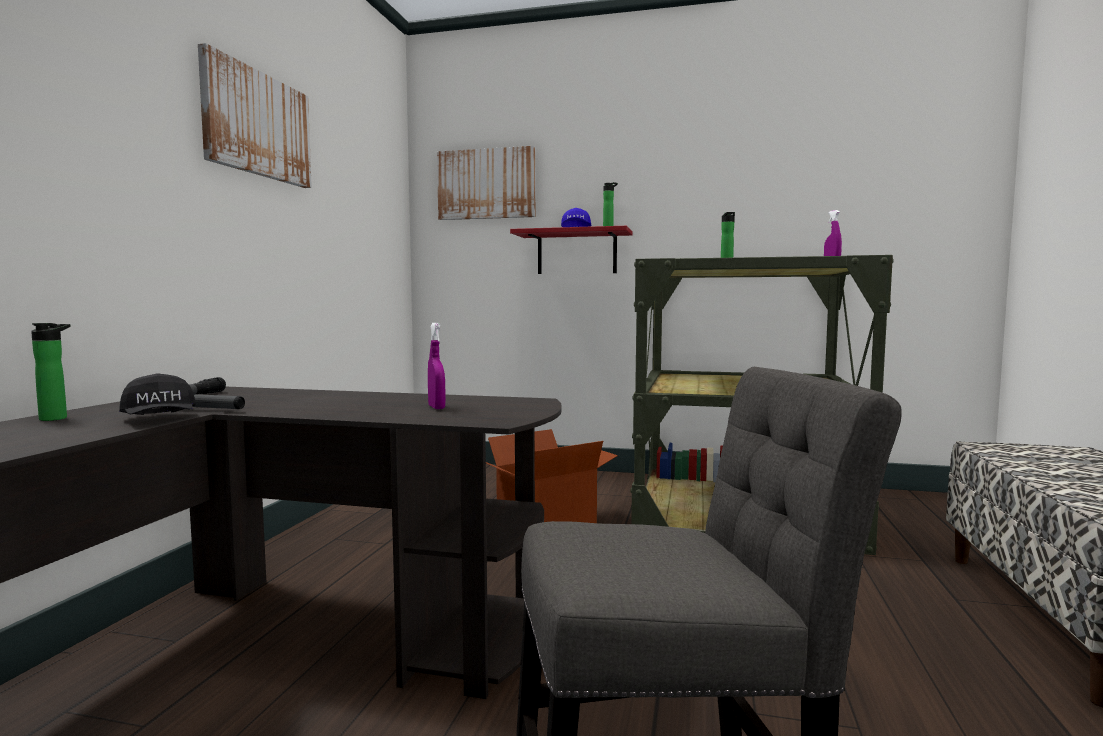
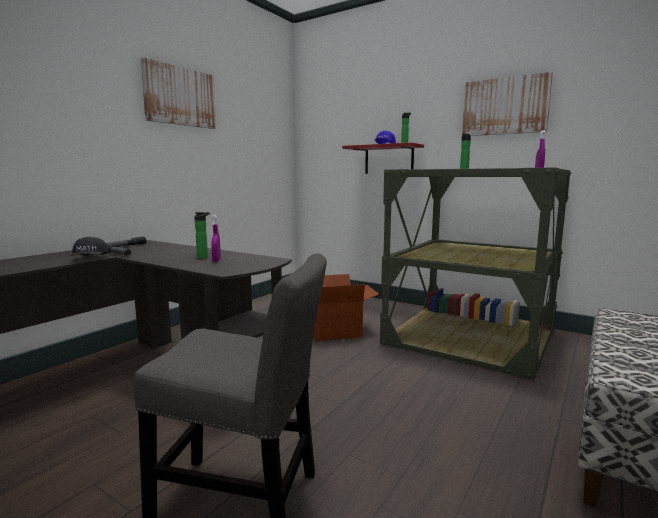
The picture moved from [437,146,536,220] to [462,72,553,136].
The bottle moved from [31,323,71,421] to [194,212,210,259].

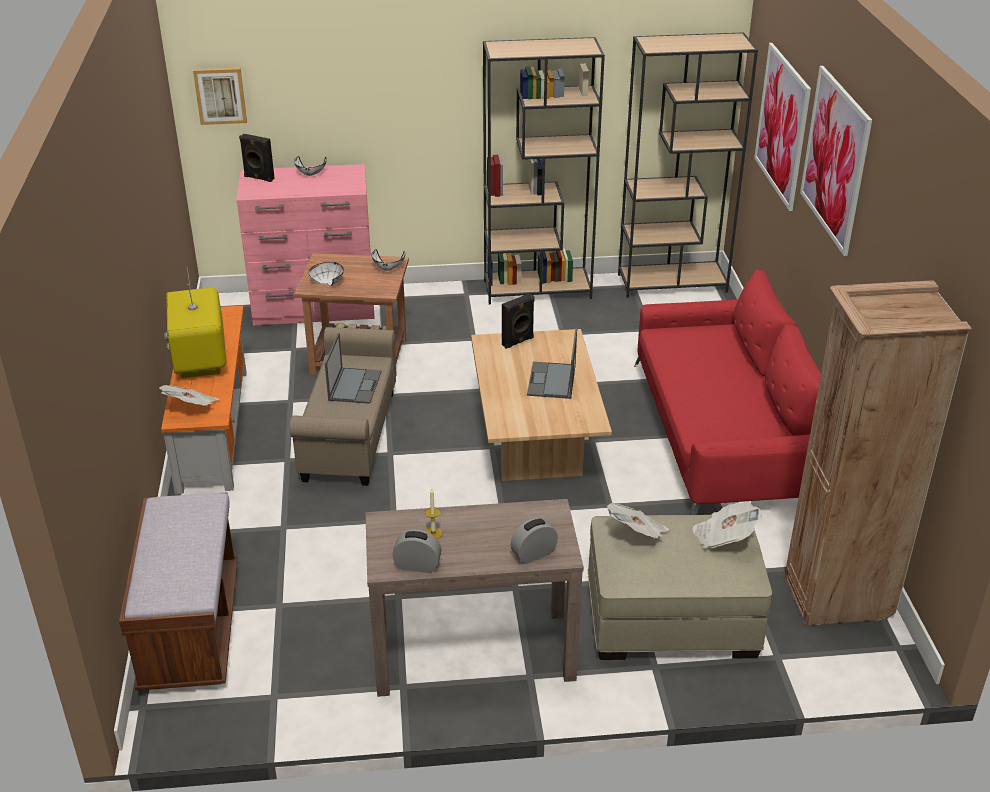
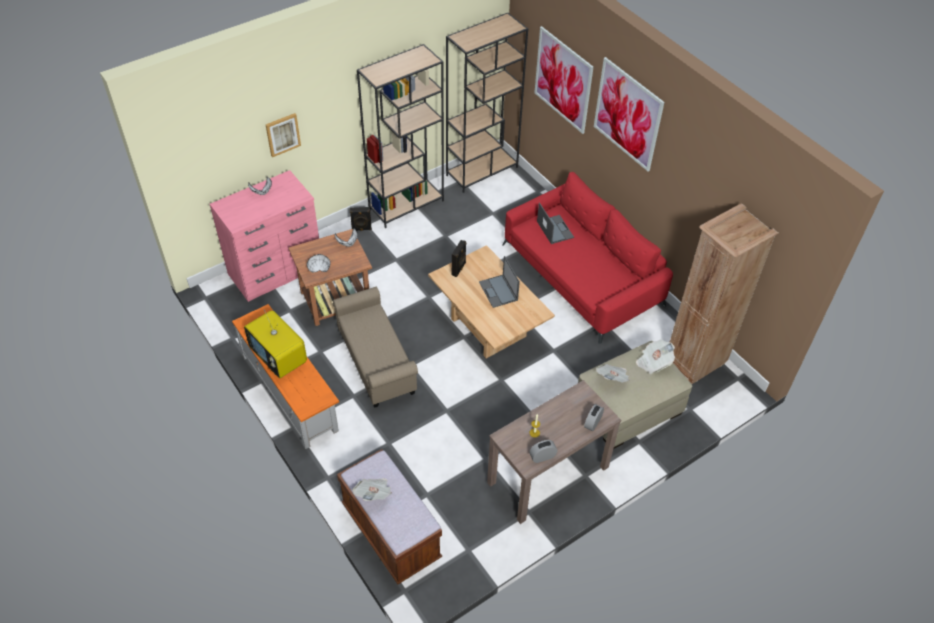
The picture moved from [193,68,247,125] to [266,113,301,157].
The black_speaker moved from [239,134,275,182] to [350,207,372,231].
The laptop moved from [325,333,382,404] to [537,202,574,244].
The newspaper moved from [159,385,219,406] to [353,478,392,501].

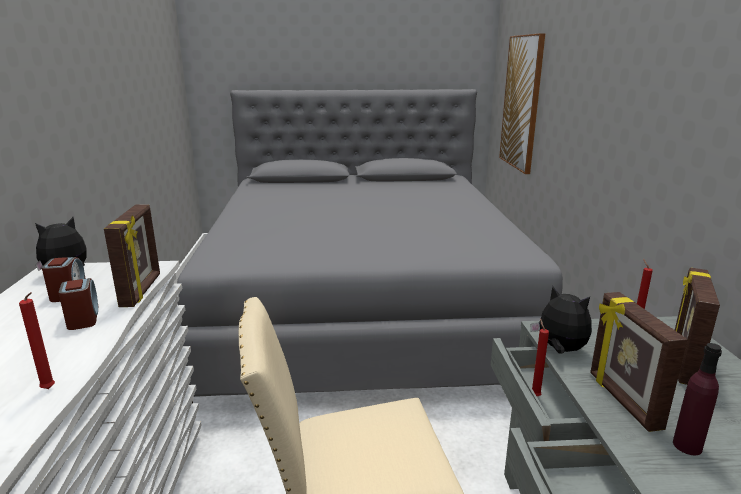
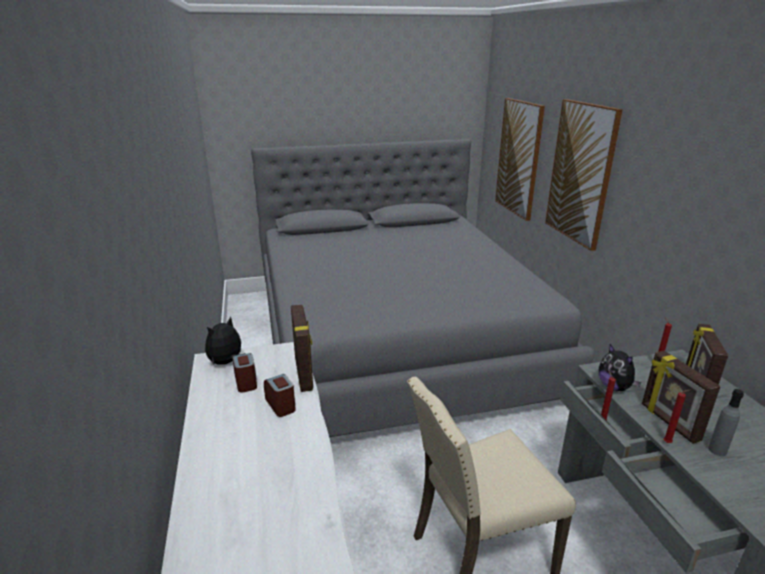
The plush_toy at [530,286,592,354] turned 150 degrees counterclockwise.
The red_candle moved from [19,292,55,389] to [664,389,692,443].
The purple_bottle at [673,343,722,455] became the grey_bottle at [708,389,744,456].
The picture at [545,99,623,251] appeared.

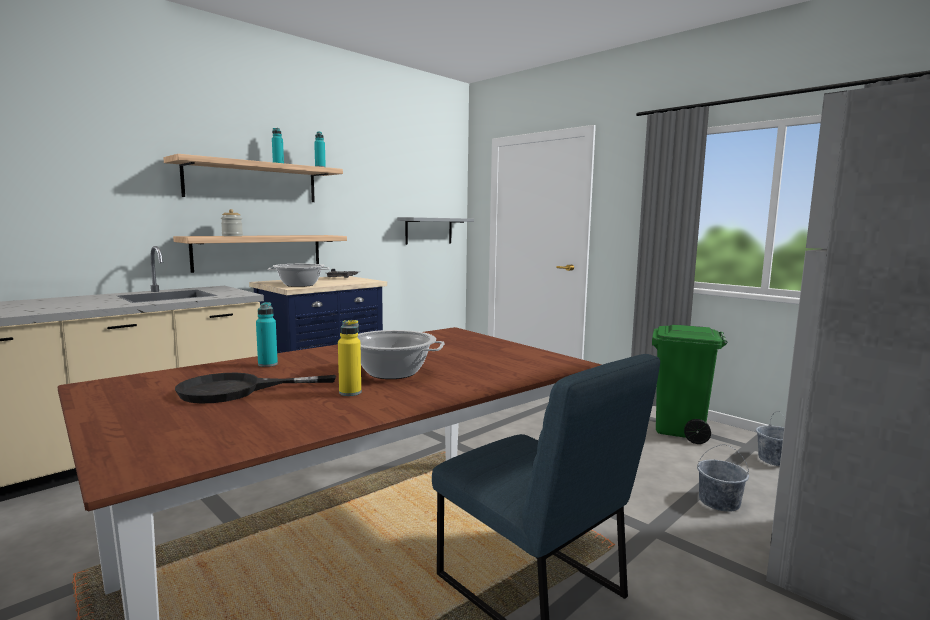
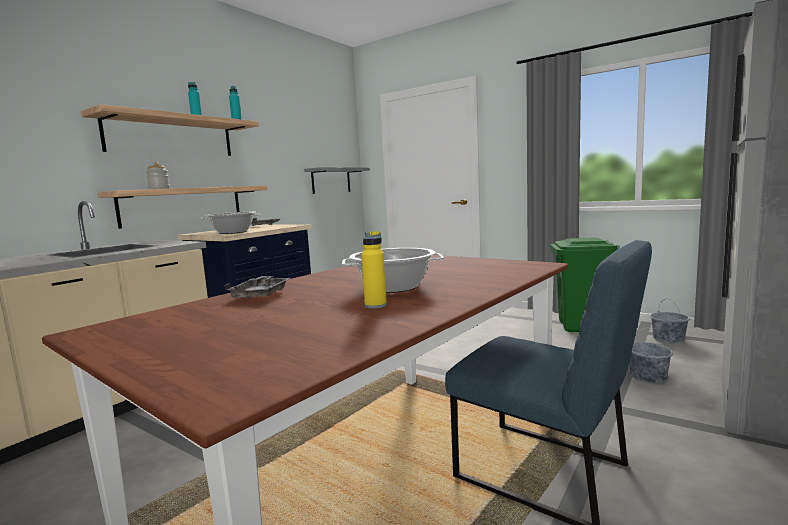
The turquoise_bottle at [256,302,278,367] was replaced by the grey_tray at [224,276,290,299].
The black_frying_pan at [175,373,336,404] disappeared.

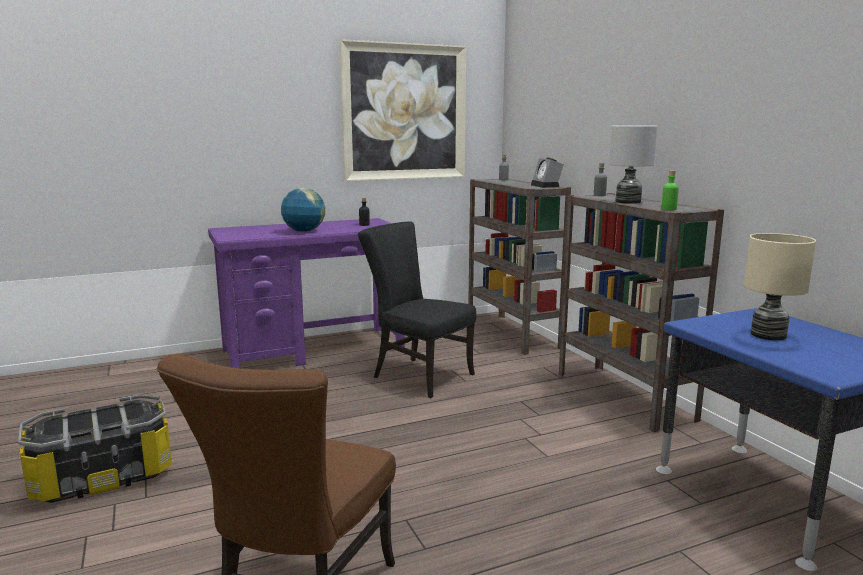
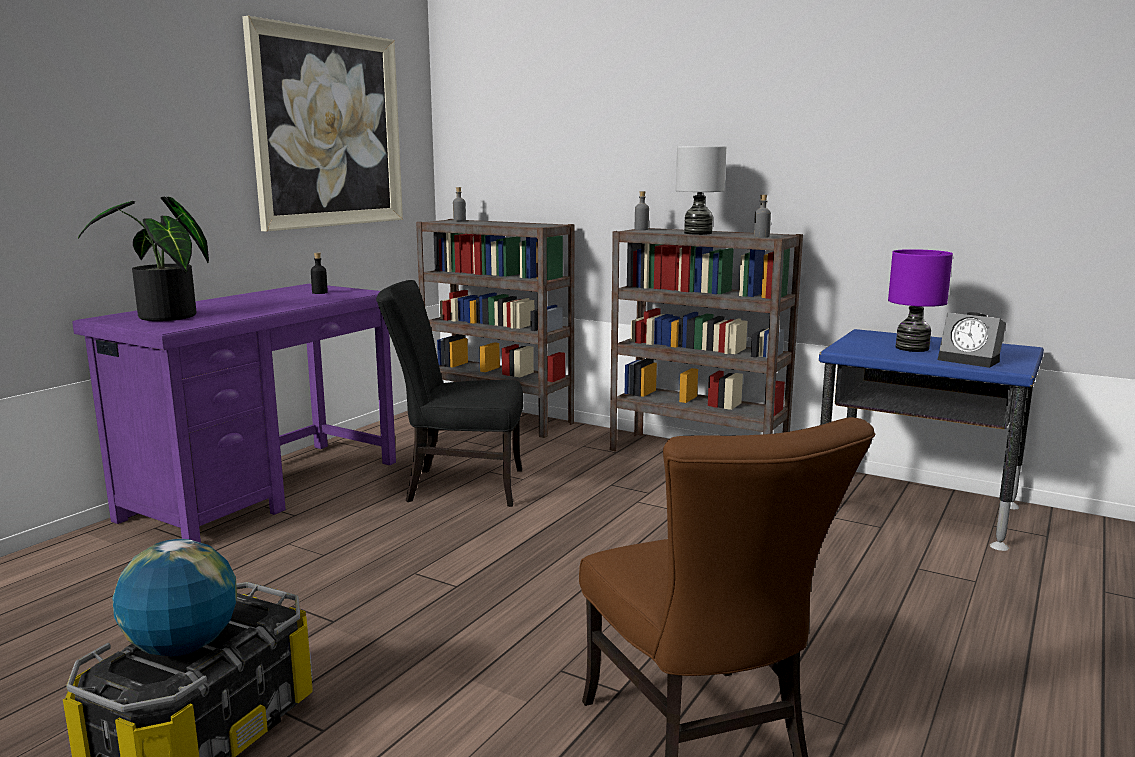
The alarm_clock moved from [531,157,564,188] to [938,312,1006,368].
The green_bottle at [661,170,679,210] became the grey_bottle at [754,195,771,238].
The globe moved from [281,188,325,232] to [112,539,237,657].
The beige_table_lamp at [744,233,816,340] became the purple_table_lamp at [888,249,953,352].
The potted_plant at [78,197,209,321] appeared.

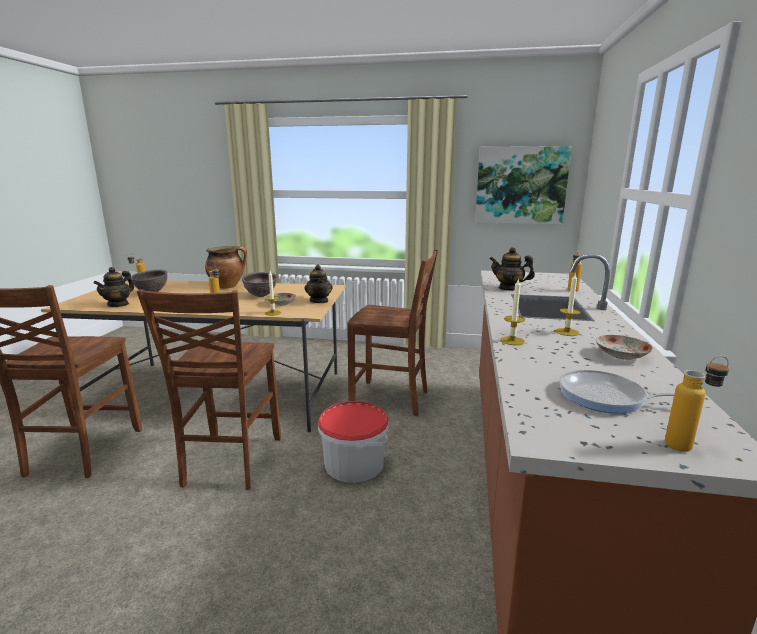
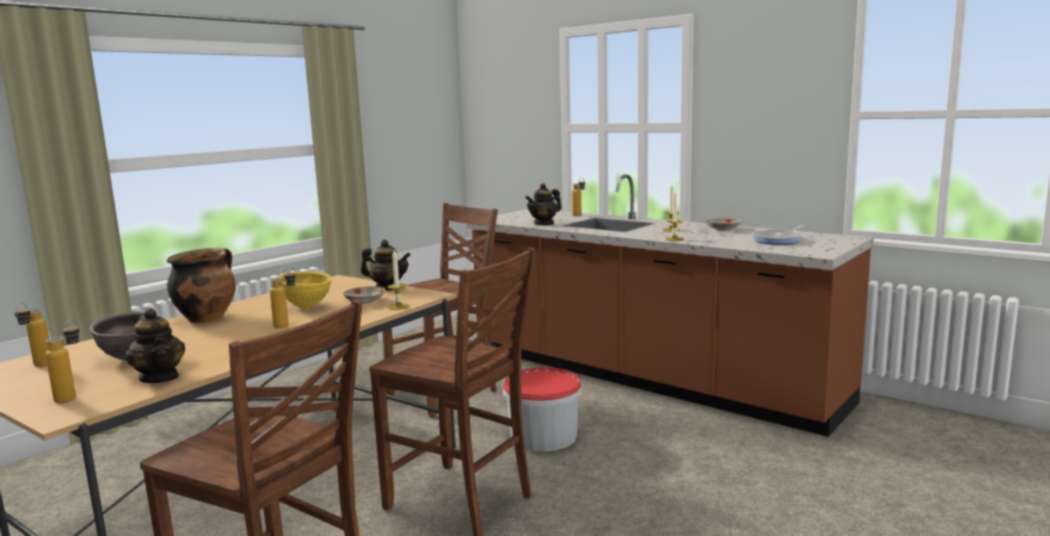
The picture at [475,146,572,224] disappeared.
The brown_bowl at [242,272,278,297] became the yellow_bowl at [277,271,332,309].
The bottle moved from [665,356,729,452] to [45,320,80,403].

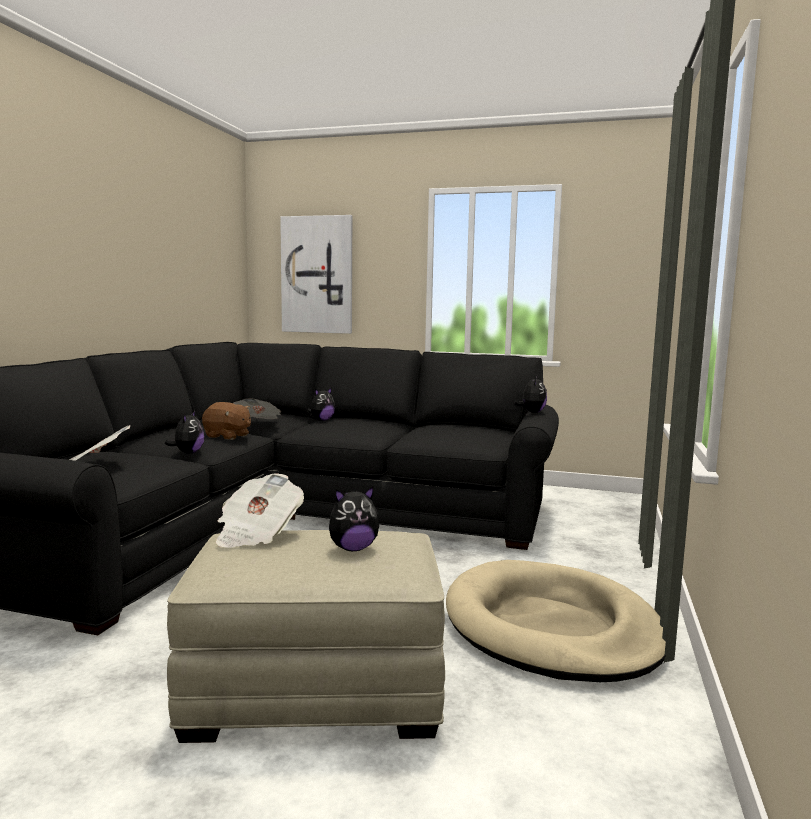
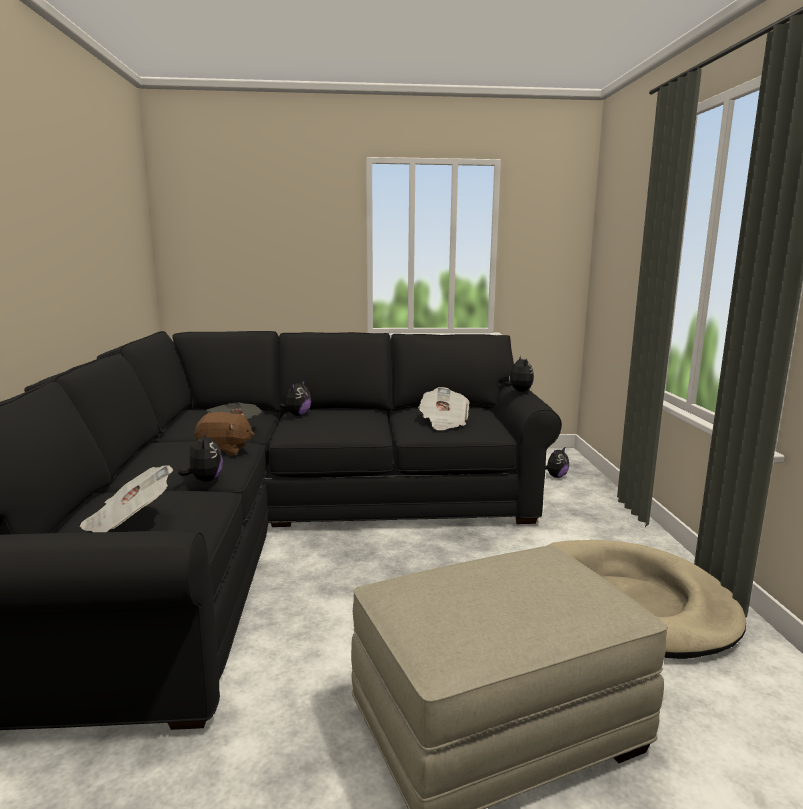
The picture at [280,215,352,334] disappeared.
The newspaper moved from [216,473,304,548] to [418,387,469,430].
The plush_toy moved from [329,487,379,551] to [545,446,569,478].

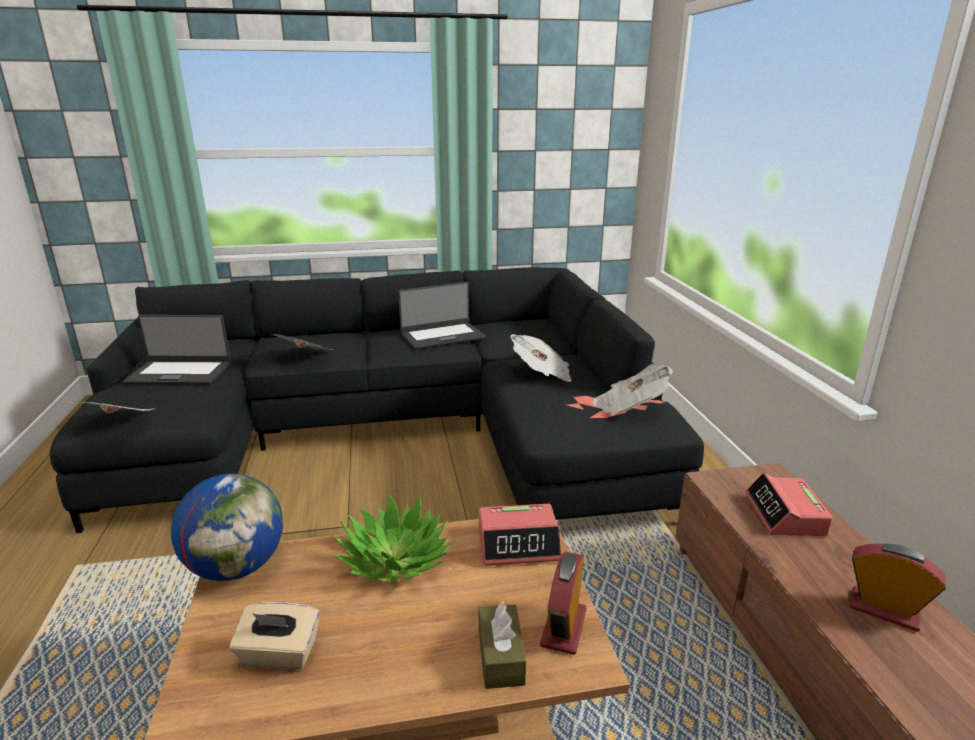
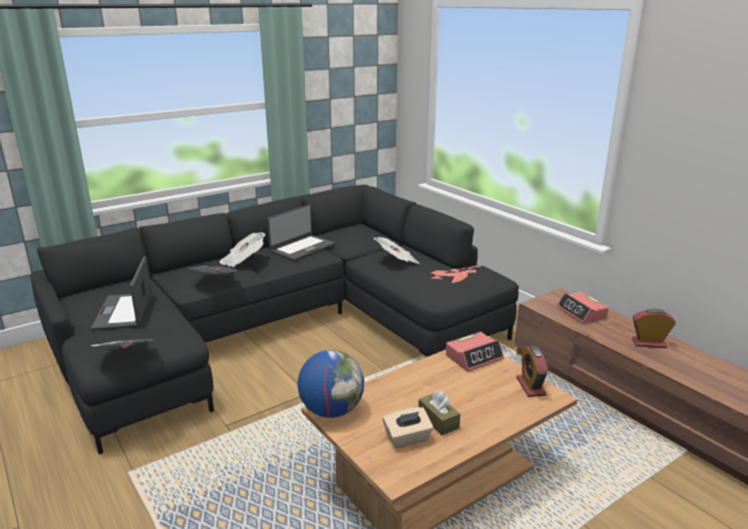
The laptop at [123,315,231,384] turned 105 degrees clockwise.
The newspaper moved from [592,364,673,416] to [219,232,265,267].
The potted_plant at [333,494,453,581] disappeared.
The brown_tissue_box moved from [479,602,526,689] to [418,390,460,435].

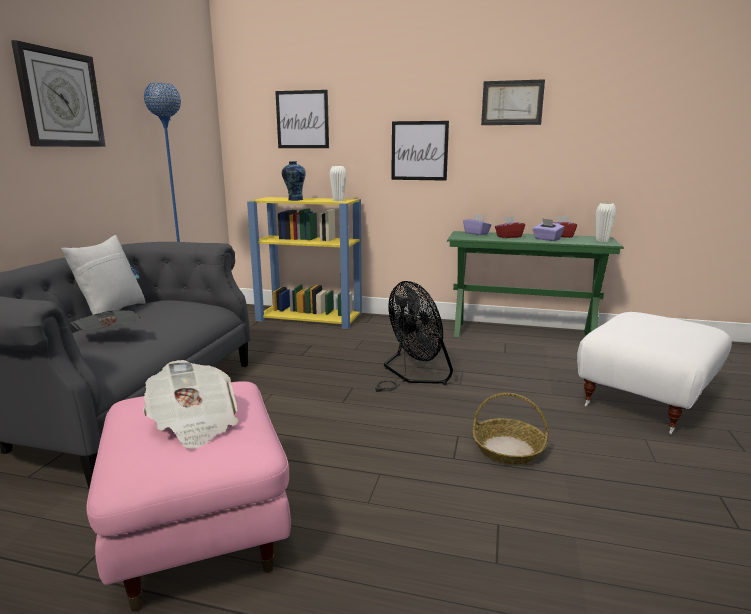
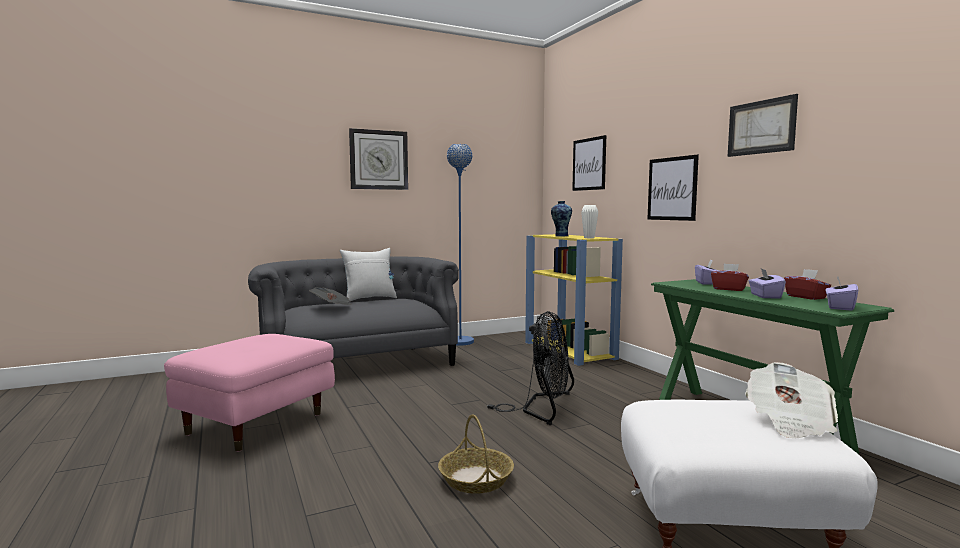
The white_vase at [596,203,616,242] was replaced by the purple_tissue_box at [826,277,858,311].
The newspaper moved from [143,360,238,449] to [745,362,838,438].

